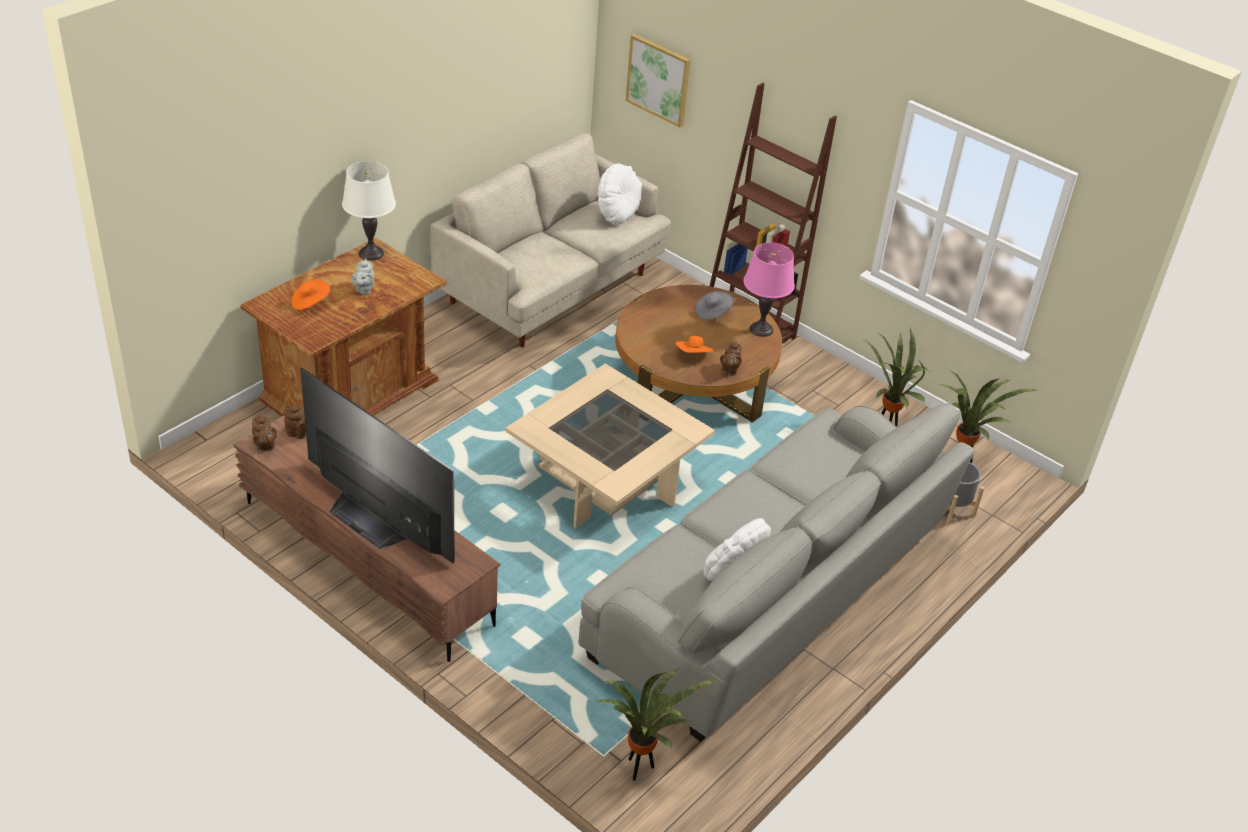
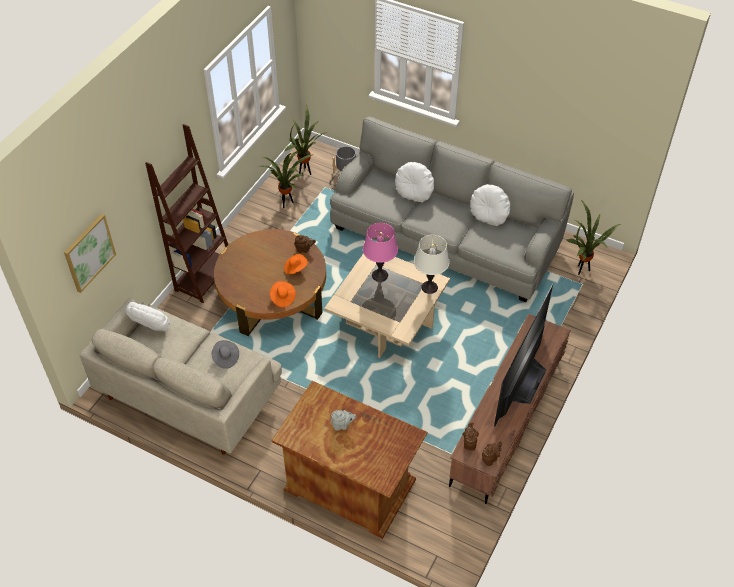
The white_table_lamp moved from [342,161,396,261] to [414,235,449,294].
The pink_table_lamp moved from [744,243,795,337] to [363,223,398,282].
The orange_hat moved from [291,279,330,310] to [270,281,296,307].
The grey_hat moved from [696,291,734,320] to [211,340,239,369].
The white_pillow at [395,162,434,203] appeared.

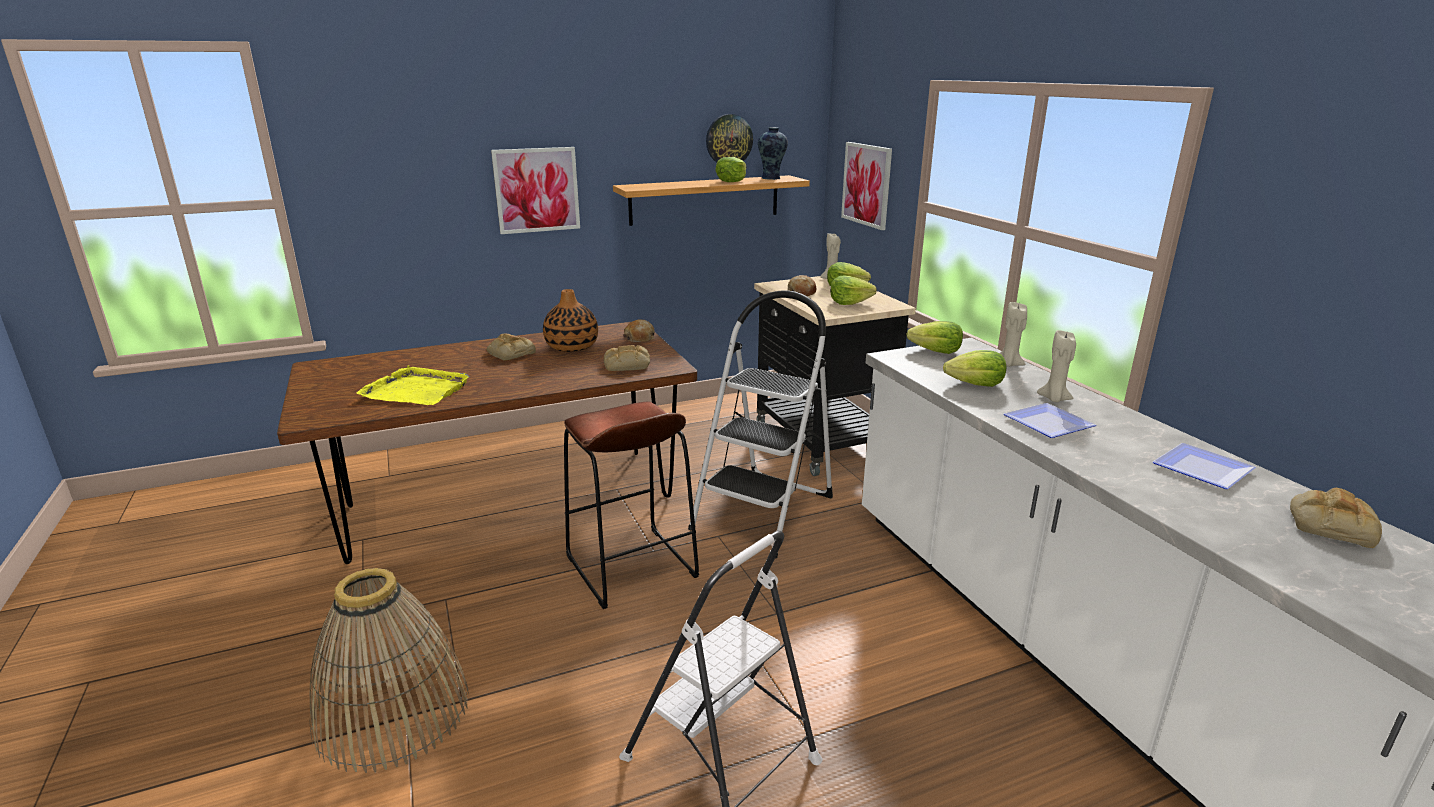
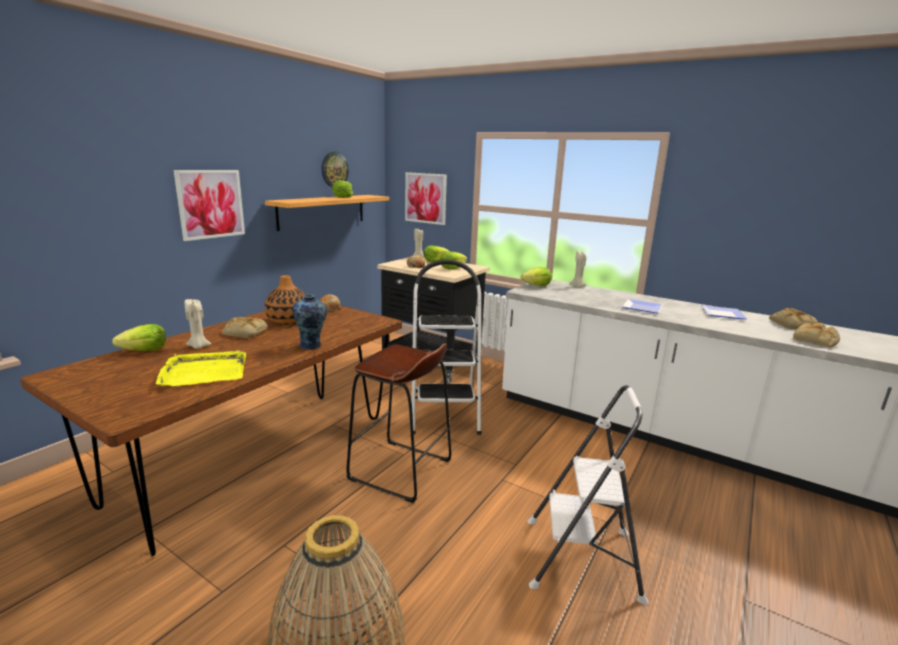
The vase moved from [758,127,788,180] to [292,294,327,350].
The beige_candle moved from [1037,330,1076,402] to [185,298,211,349].
The bread moved from [604,345,650,371] to [793,323,840,348].
The lettuce moved from [943,350,1006,387] to [112,324,166,351].

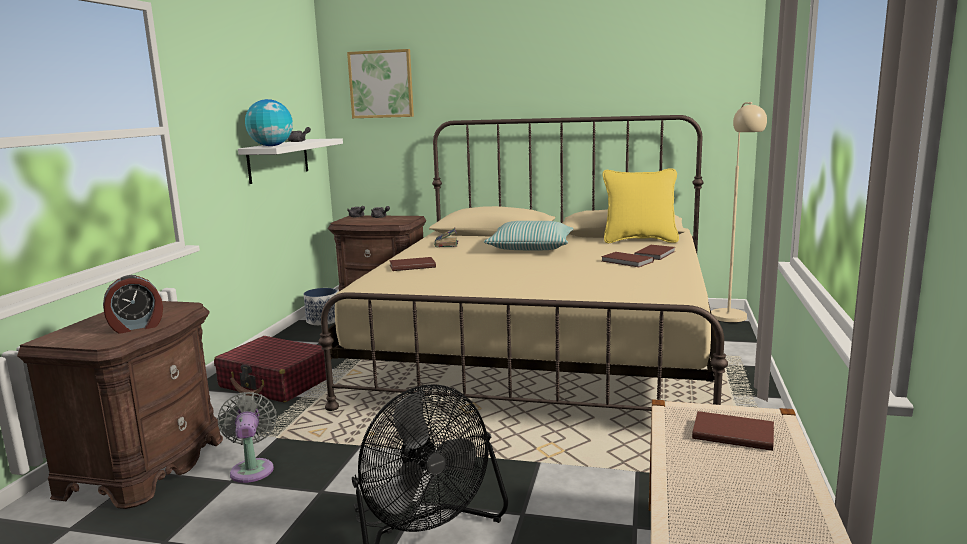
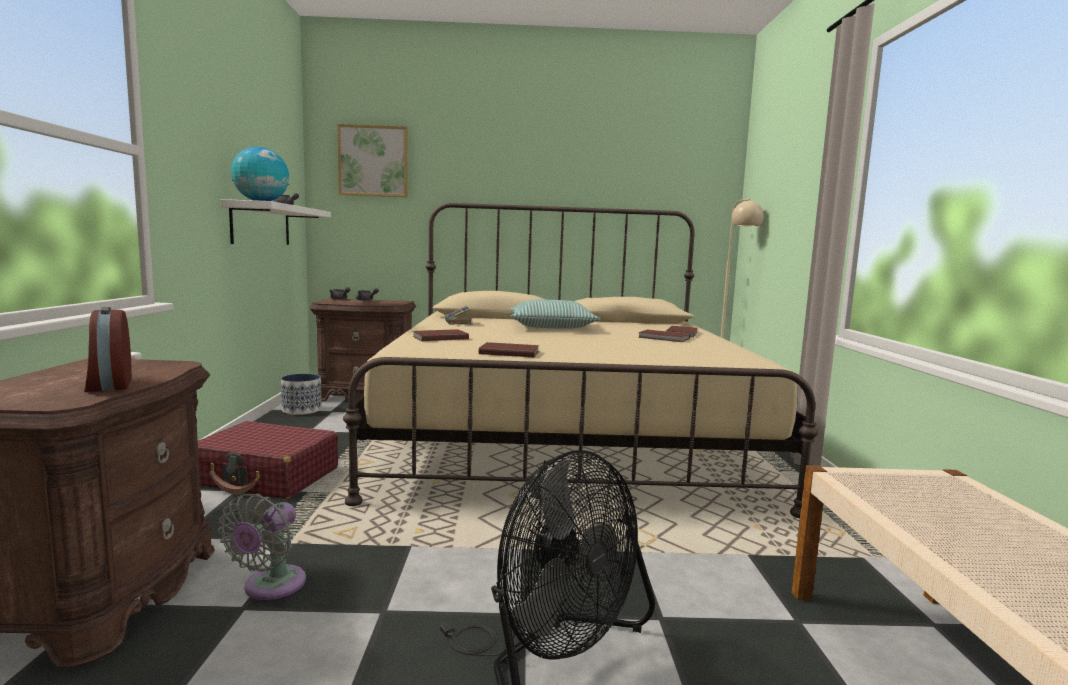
The yellow_pillow at [603,168,679,243] disappeared.
The alarm_clock at [103,275,163,334] turned 105 degrees clockwise.
The grey_fan at [218,392,277,483] turned 135 degrees counterclockwise.
The brown_book moved from [692,411,774,451] to [479,342,539,357].

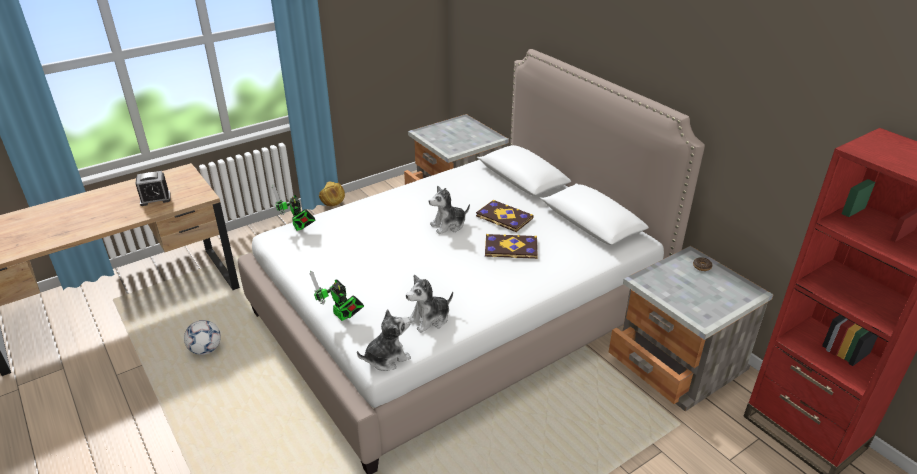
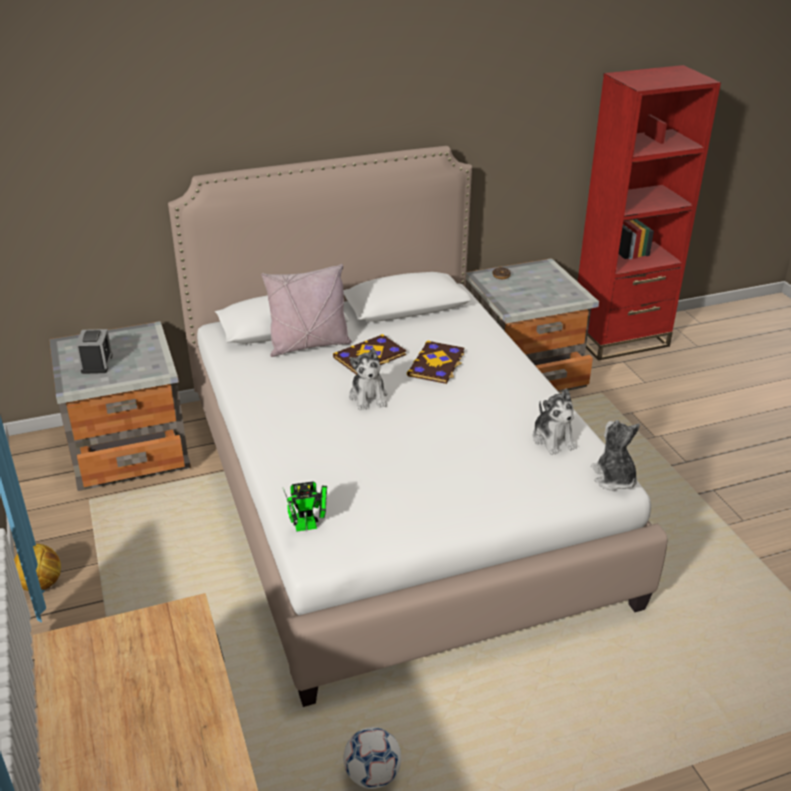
The alarm_clock moved from [136,171,170,206] to [76,329,113,374].
The toy_robot at [310,271,364,321] disappeared.
The purple_pillow at [262,264,352,357] appeared.

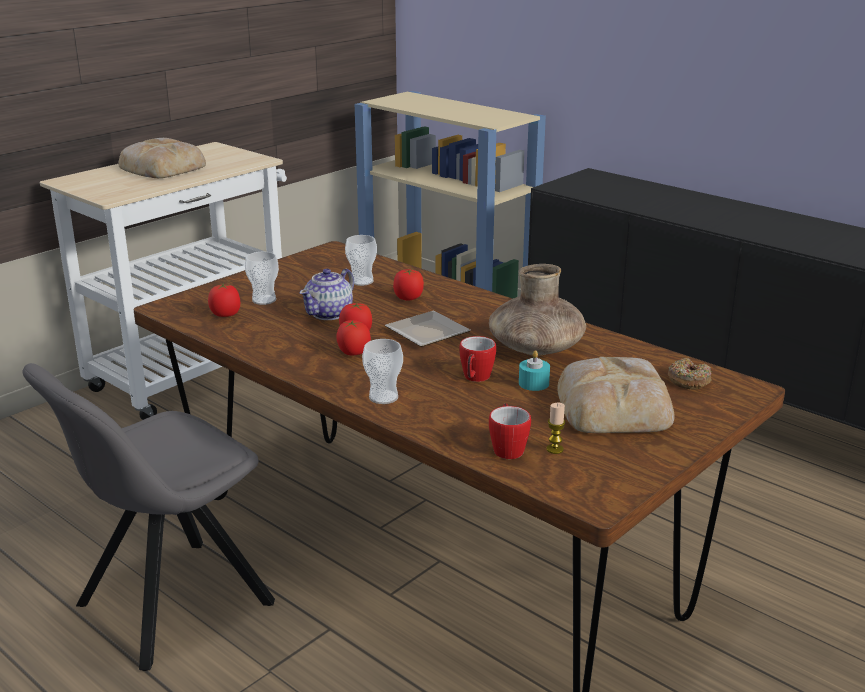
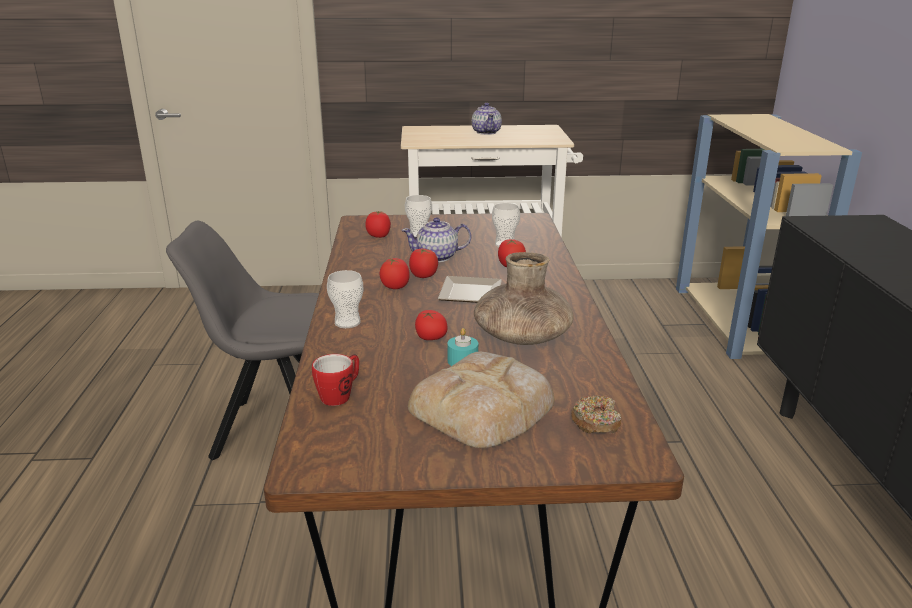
The bread at [118,138,206,178] was replaced by the teapot at [472,103,502,135].
The mug at [459,336,496,382] was replaced by the tomato at [415,310,448,340].
The candle at [546,403,566,454] disappeared.

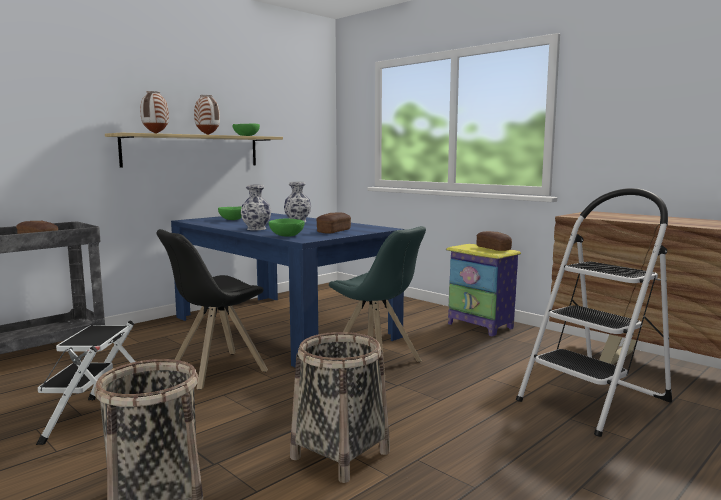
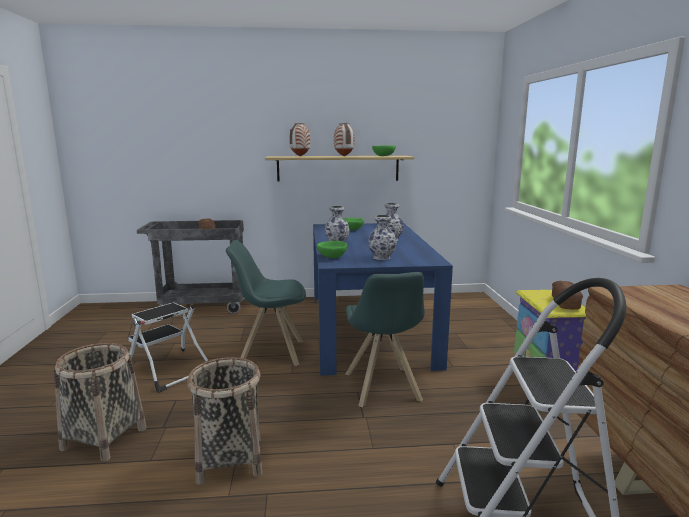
The bread at [316,213,351,233] was replaced by the vase at [368,215,397,260].
The black_chair at [157,229,268,390] became the turquoise_chair at [226,240,306,366].

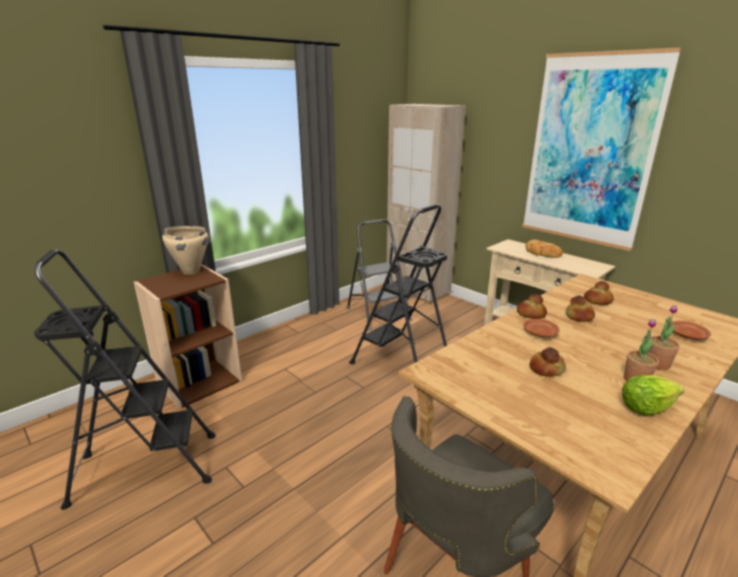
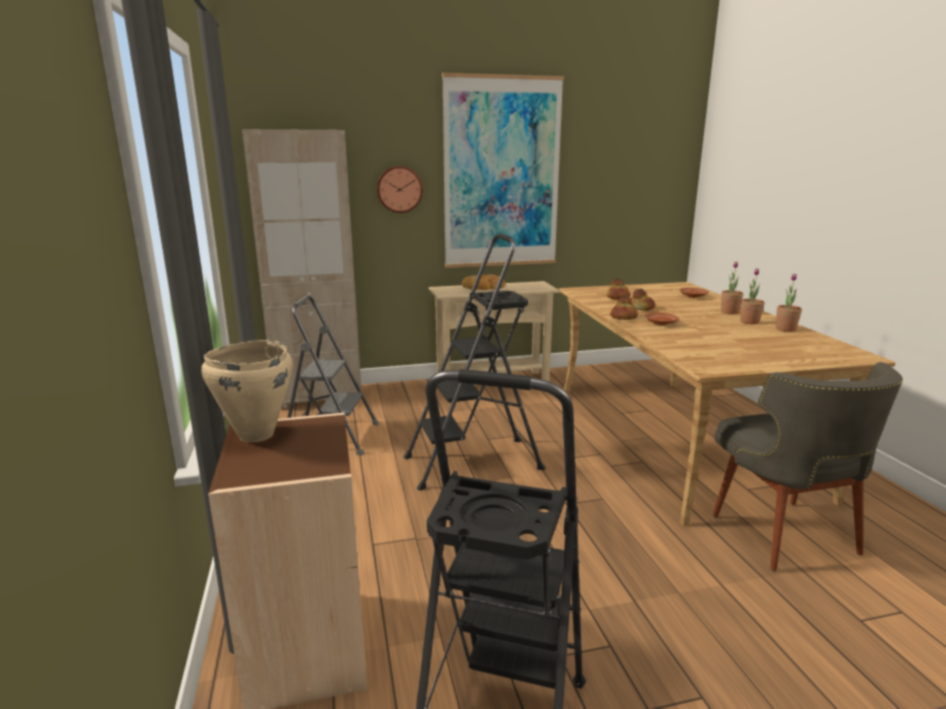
The bread at [530,347,566,377] disappeared.
The lettuce at [622,375,684,416] was replaced by the potted_plant at [776,273,802,332].
The wall_clock at [377,166,423,213] appeared.

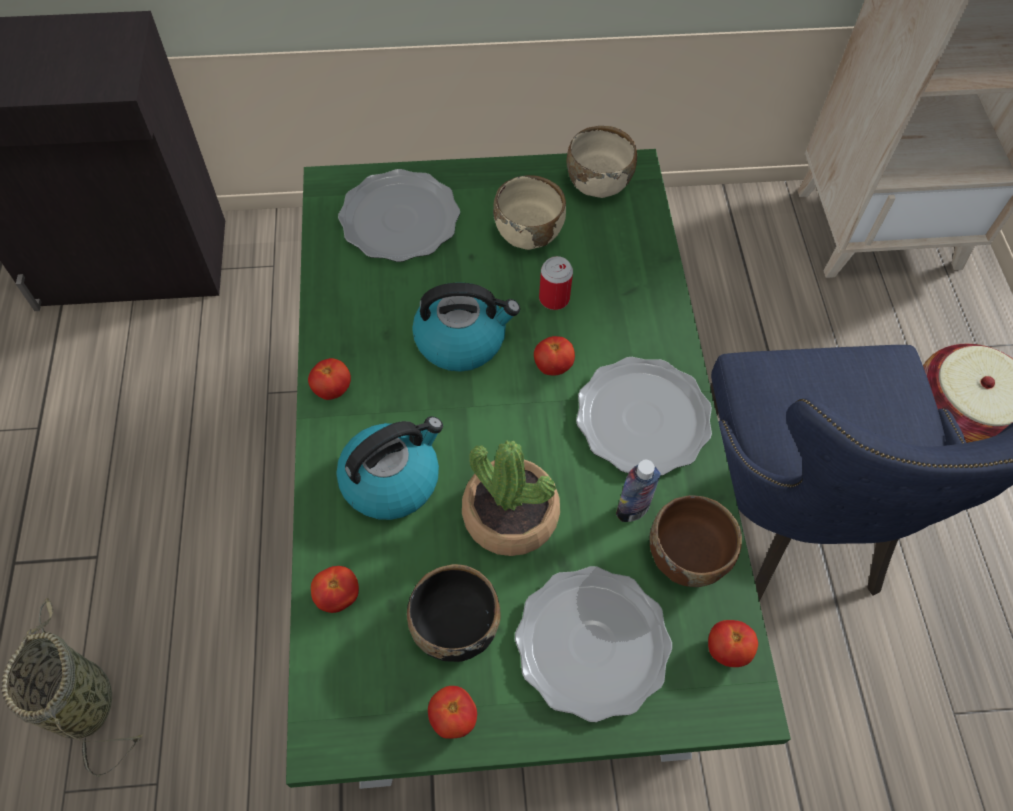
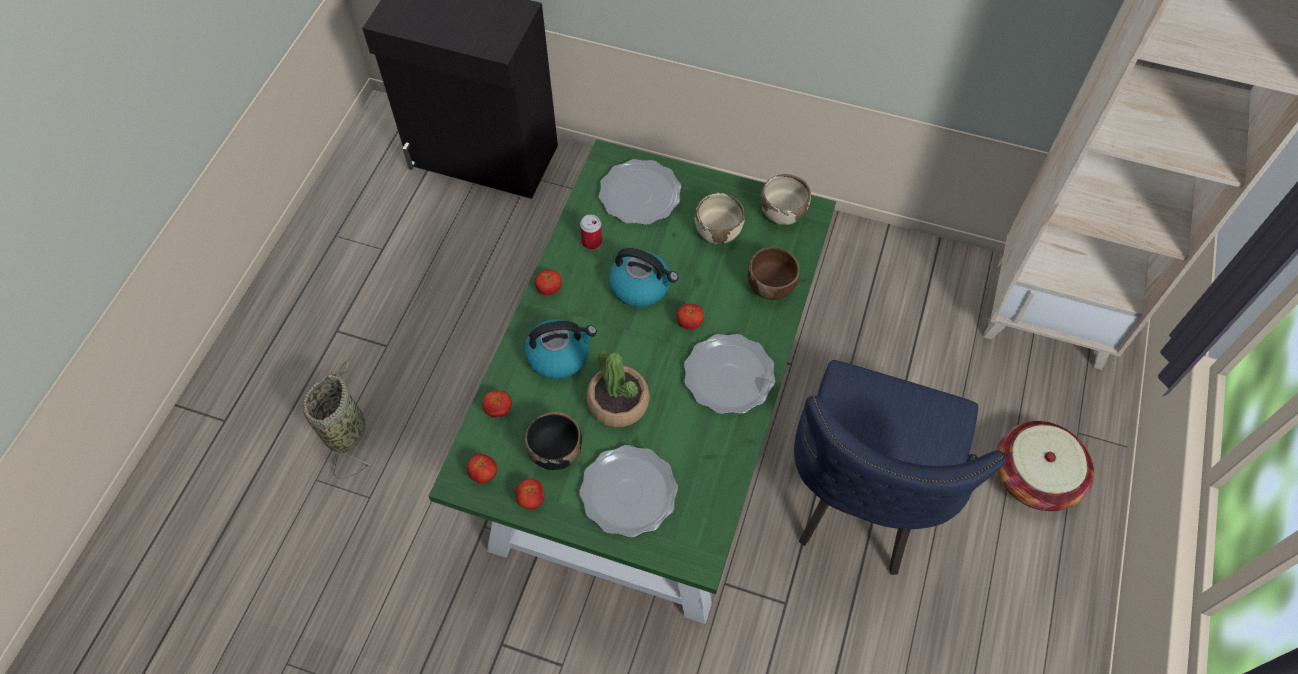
The can moved from [539,256,573,310] to [580,214,602,250].
The bottle at [616,460,661,522] disappeared.
The brown_bowl moved from [650,495,742,587] to [748,247,800,300].
The tomato moved from [708,620,758,667] to [467,454,497,483].

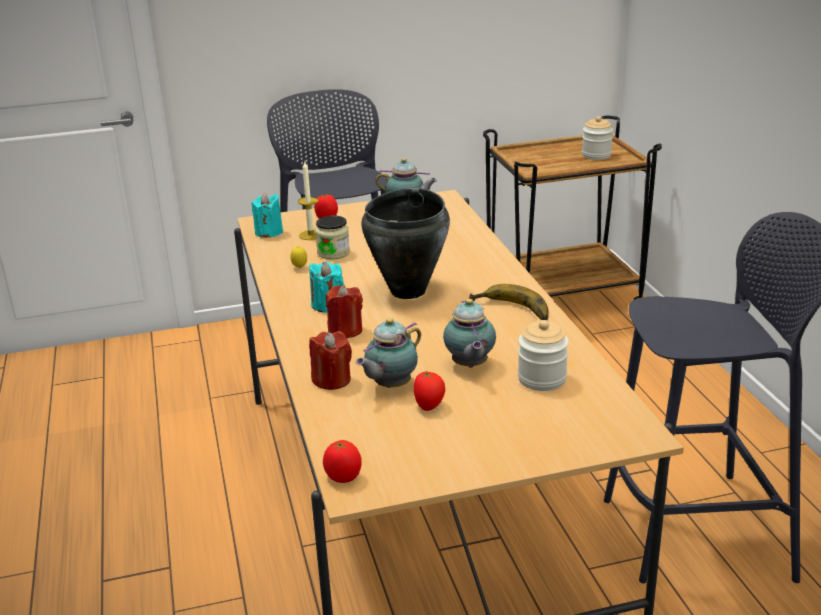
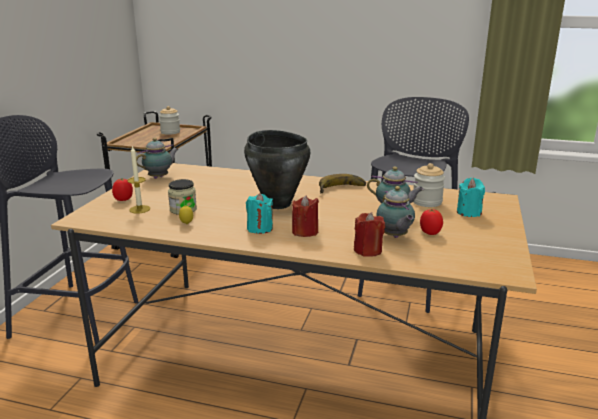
The turquoise_candle moved from [252,193,283,238] to [457,178,485,217].
The tomato at [323,440,362,483] disappeared.

